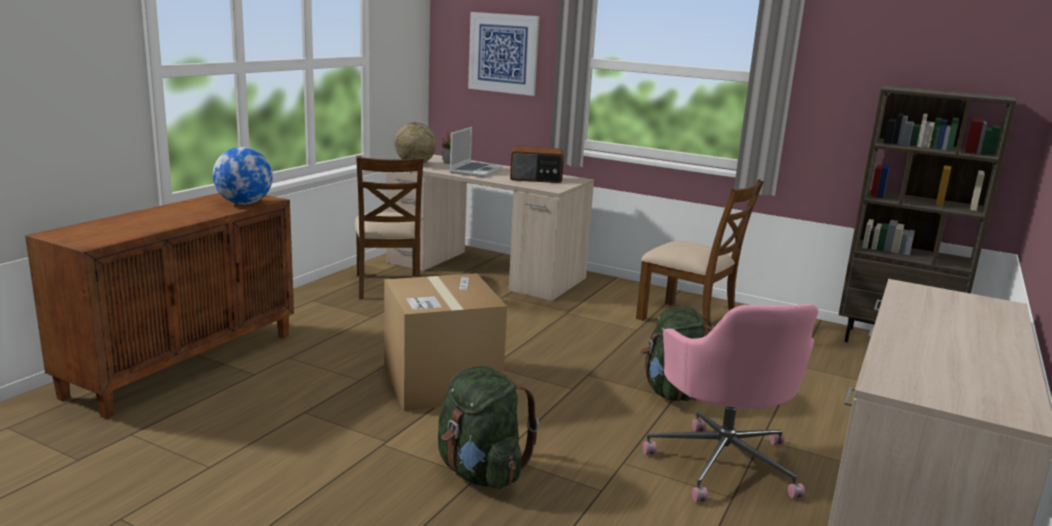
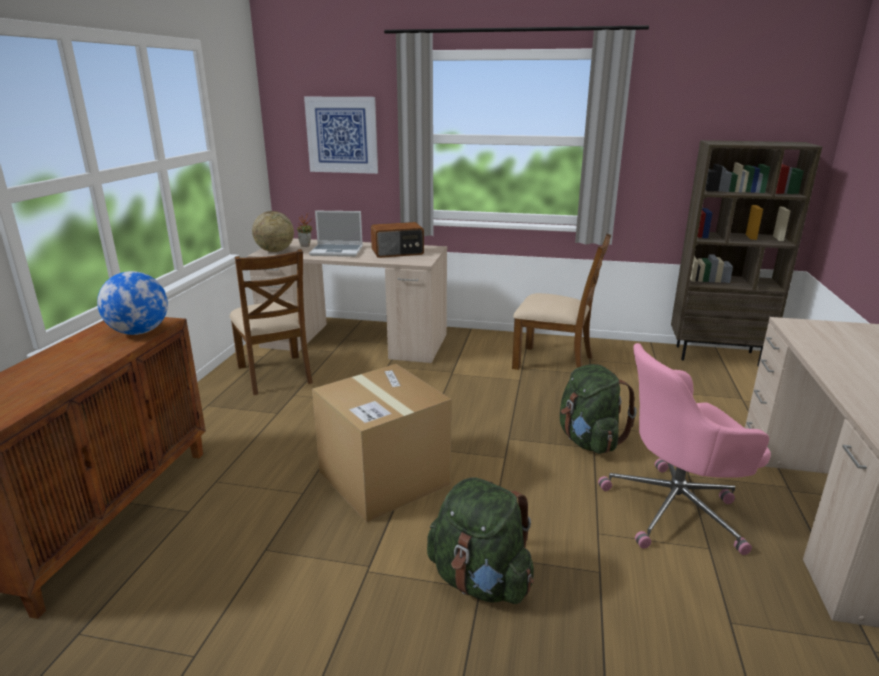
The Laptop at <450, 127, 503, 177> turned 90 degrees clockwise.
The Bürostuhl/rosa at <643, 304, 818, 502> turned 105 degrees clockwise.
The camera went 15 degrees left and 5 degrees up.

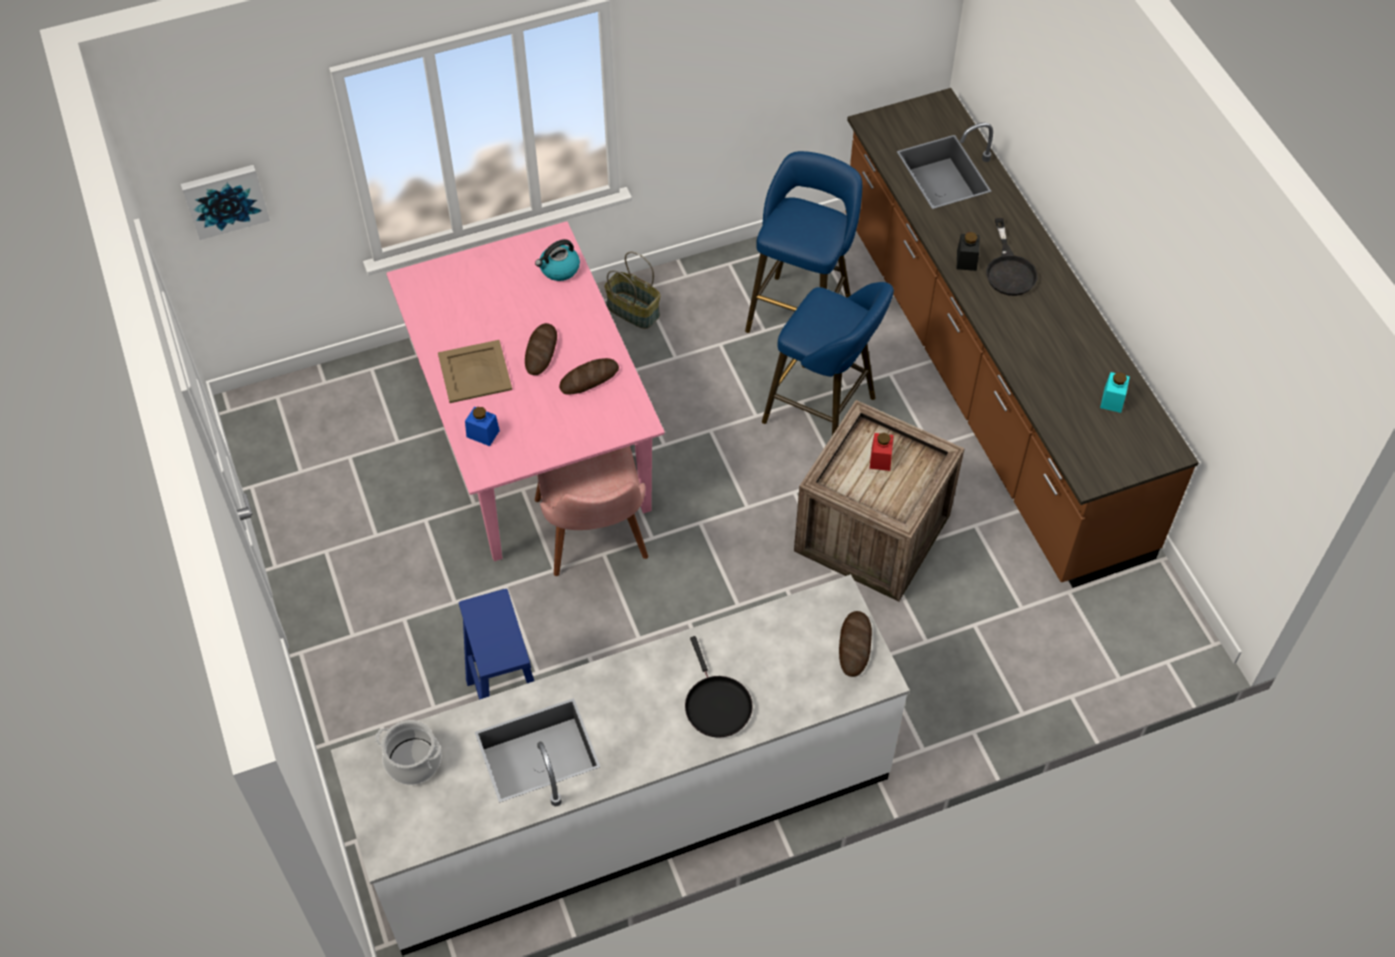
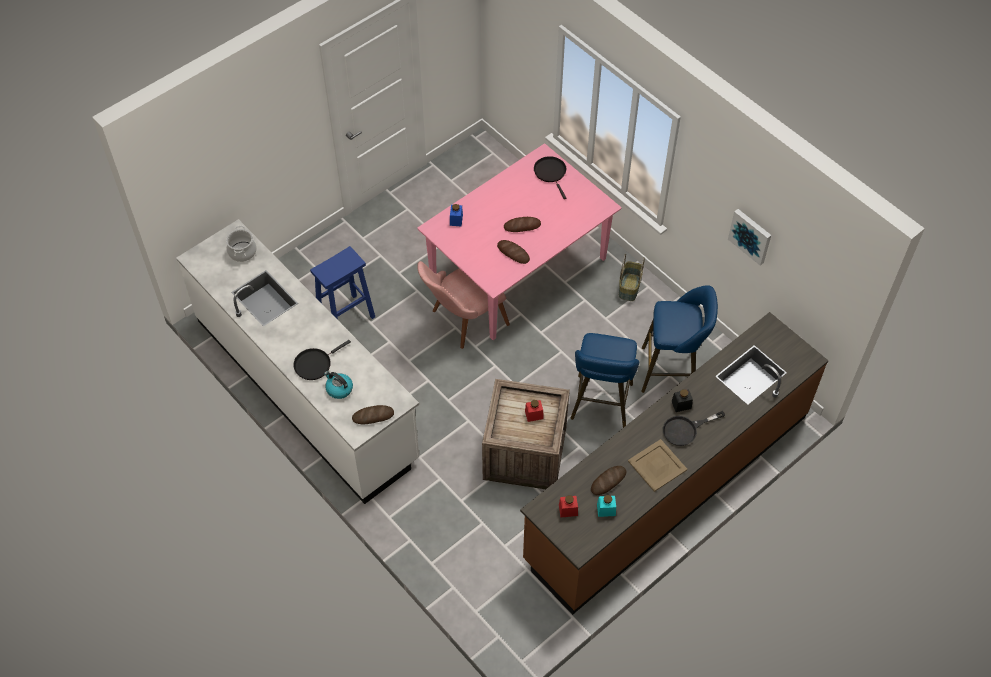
The Bild moved from <181, 165, 270, 240> to <728, 209, 771, 265>.
The Tablett/beige moved from <438, 340, 512, 403> to <628, 439, 687, 492>.
The Wasserkessel moved from <535, 239, 580, 281> to <324, 371, 353, 399>.
The Pfanne/schwarz at <534, 156, 566, 199> appeared.
The Vorratsglas/rot at <559, 495, 578, 518> appeared.
The Brot at <591, 466, 626, 495> appeared.
The camera went 70 degrees right and 0 degrees up.

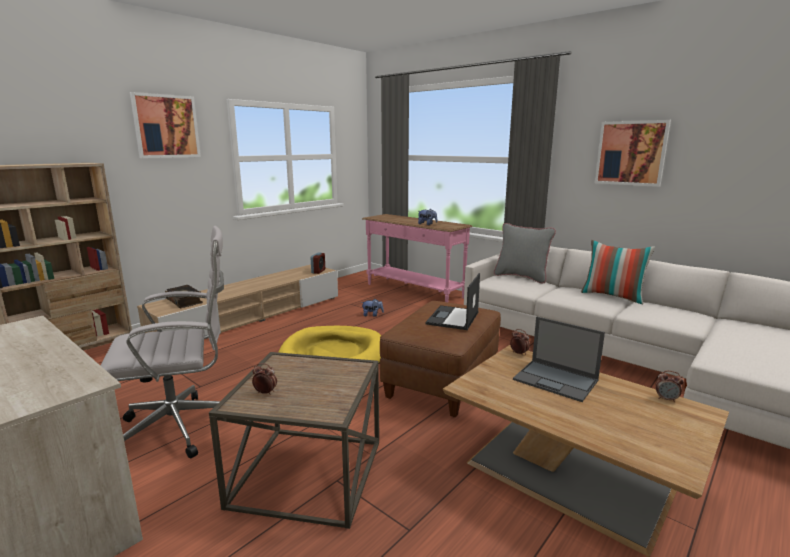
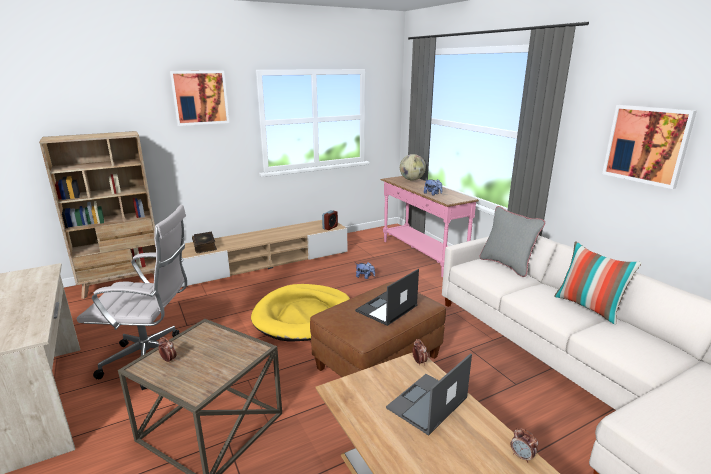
The Laptop at <513, 317, 605, 402> turned 75 degrees clockwise.
The Globus at <400, 154, 426, 180> appeared.
The camera went 20 degrees right and 5 degrees up.

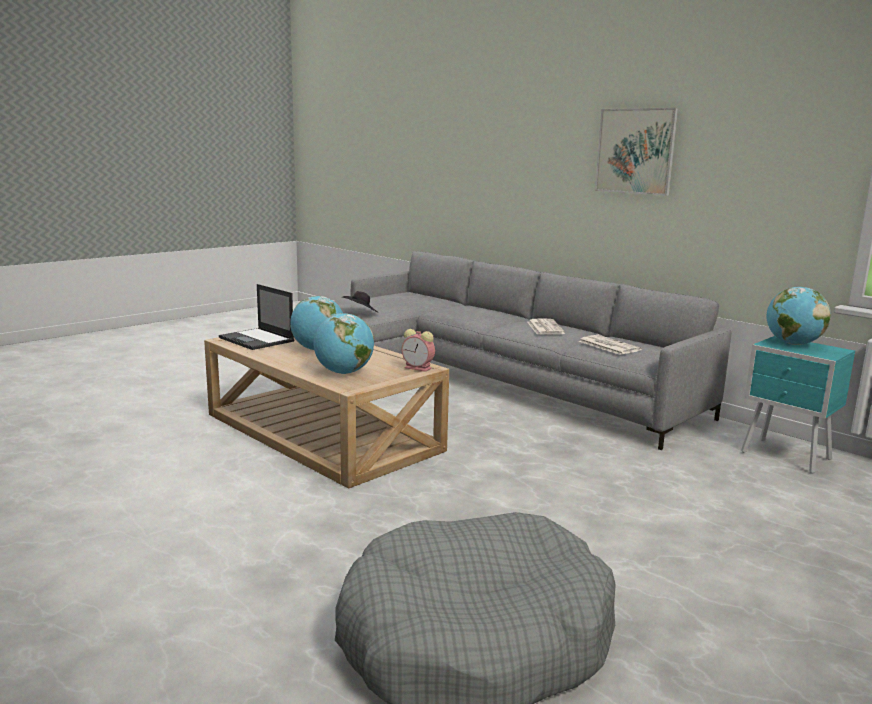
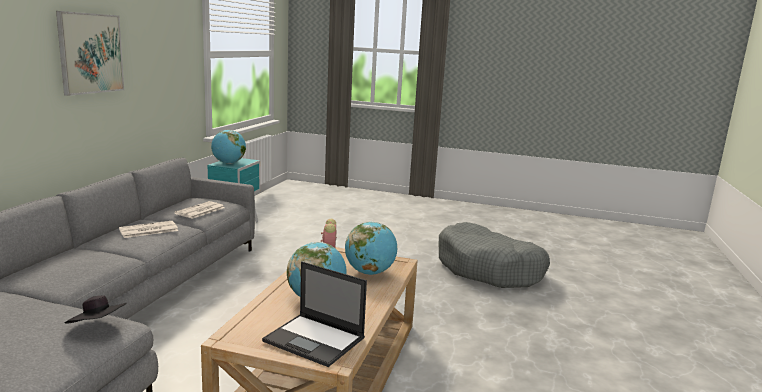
The Laptop at <219, 284, 294, 350> turned 105 degrees clockwise.
The camera went 120 degrees left and 0 degrees up.

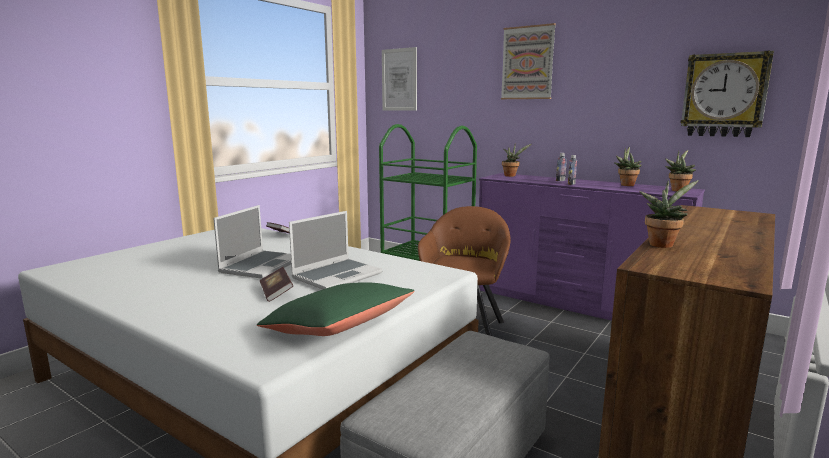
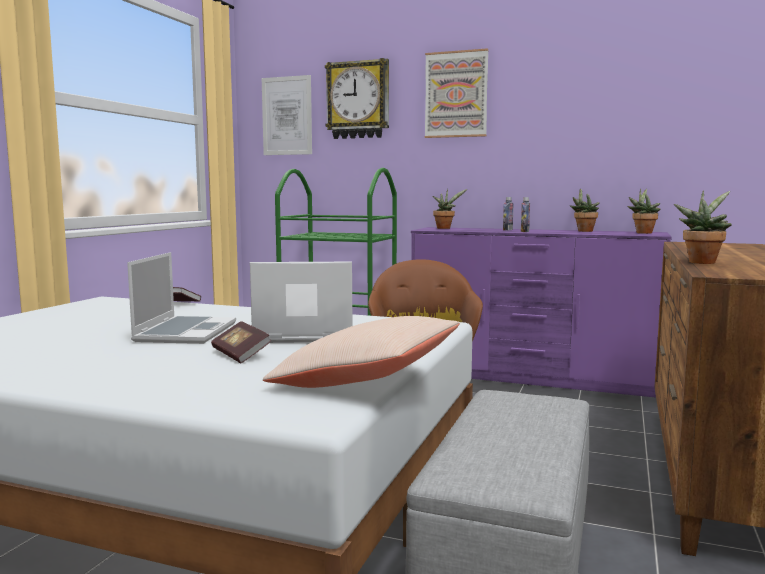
The Kissen/grün at <257, 282, 415, 336> became the Kissen/beige at <263, 316, 460, 388>.
The Laptop at <289, 211, 382, 290> turned 120 degrees counterclockwise.
The Wanduhr moved from <681, 51, 774, 137> to <325, 58, 389, 139>.
The camera went 15 degrees left and 5 degrees down.

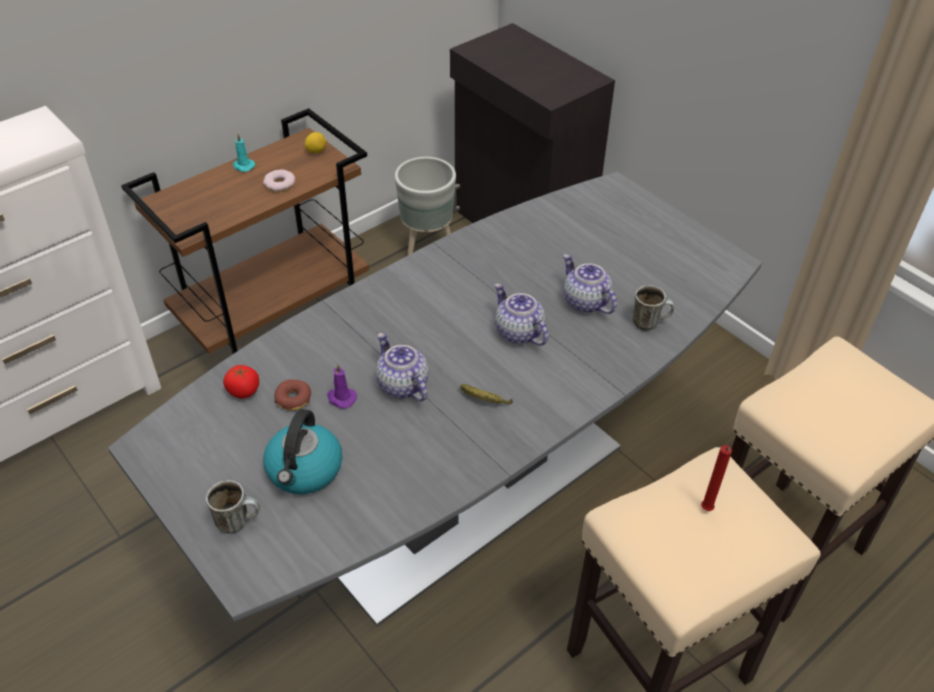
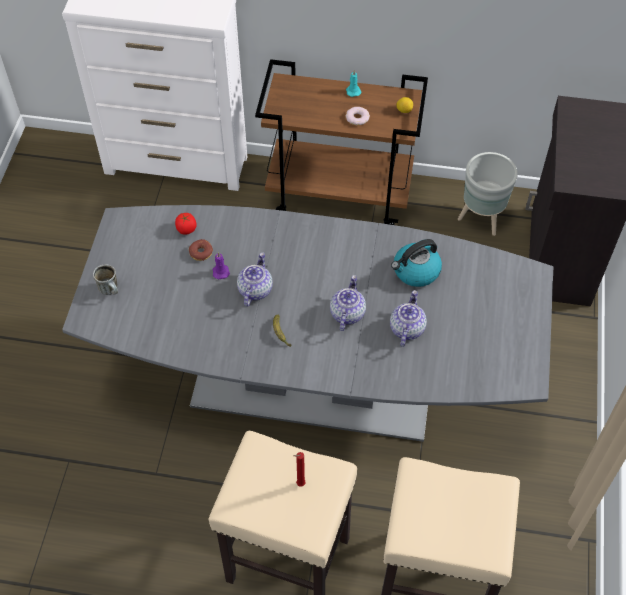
The Wasserkessel moved from <263, 409, 343, 494> to <391, 239, 442, 287>.
The Henkelbecher at <633, 285, 674, 330> disappeared.
The camera went 50 degrees right and 10 degrees up.

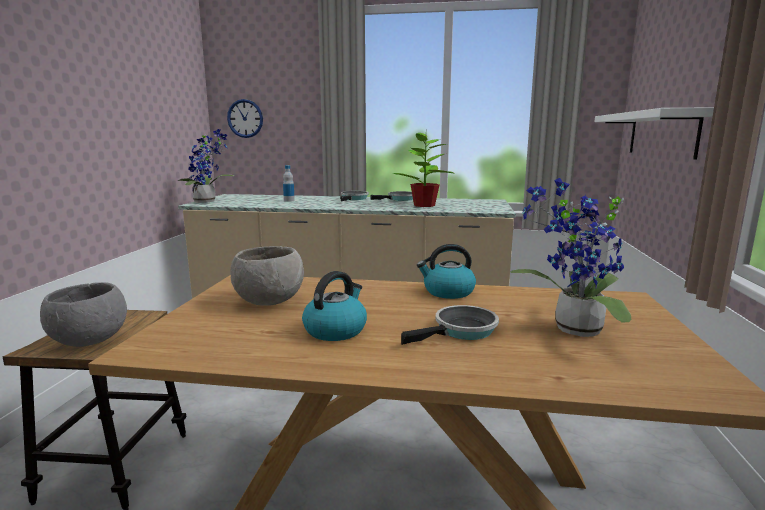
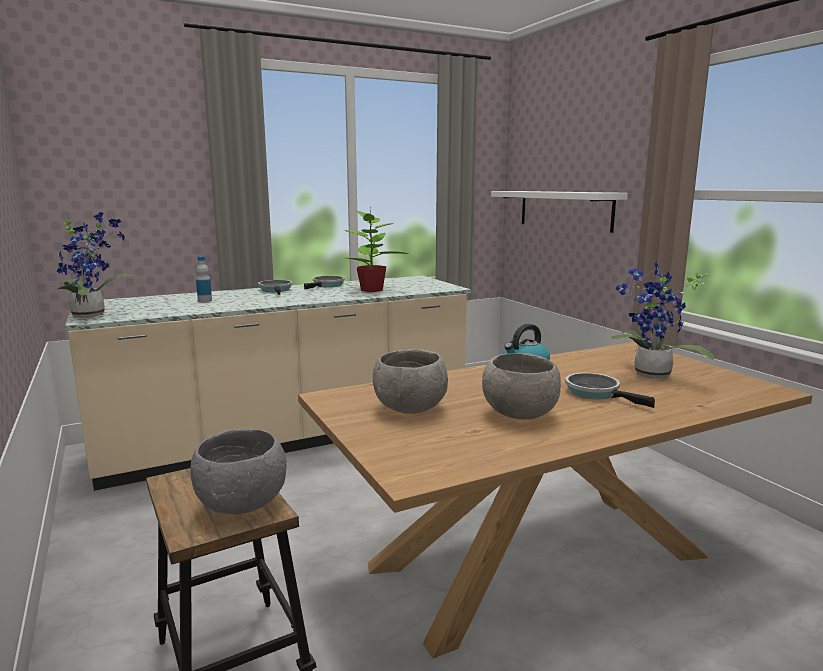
The Wanduhr at <227, 99, 263, 138> disappeared.
The Wasserkessel at <302, 271, 367, 341> was replaced by the Schüssel/grau at <482, 353, 561, 420>.
The Pfanne at <401, 305, 499, 345> turned 60 degrees counterclockwise.
The camera went 35 degrees left and 0 degrees up.

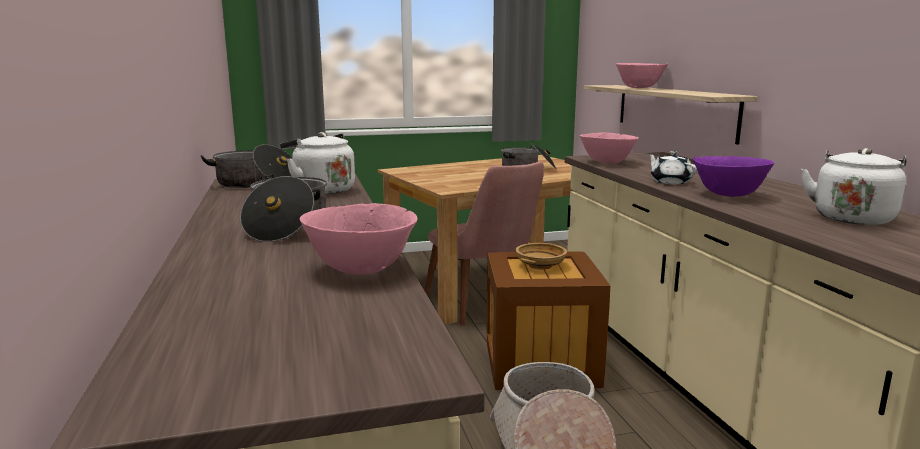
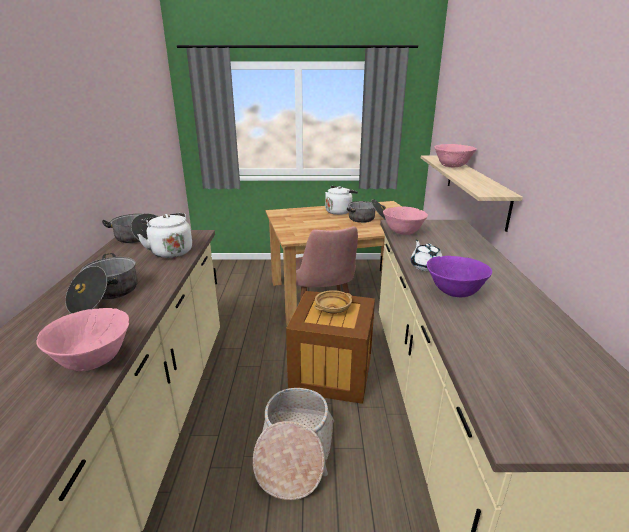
The Wasserkessel/weiß moved from <801, 148, 907, 225> to <325, 186, 358, 215>.
The camera went 15 degrees right and 10 degrees up.

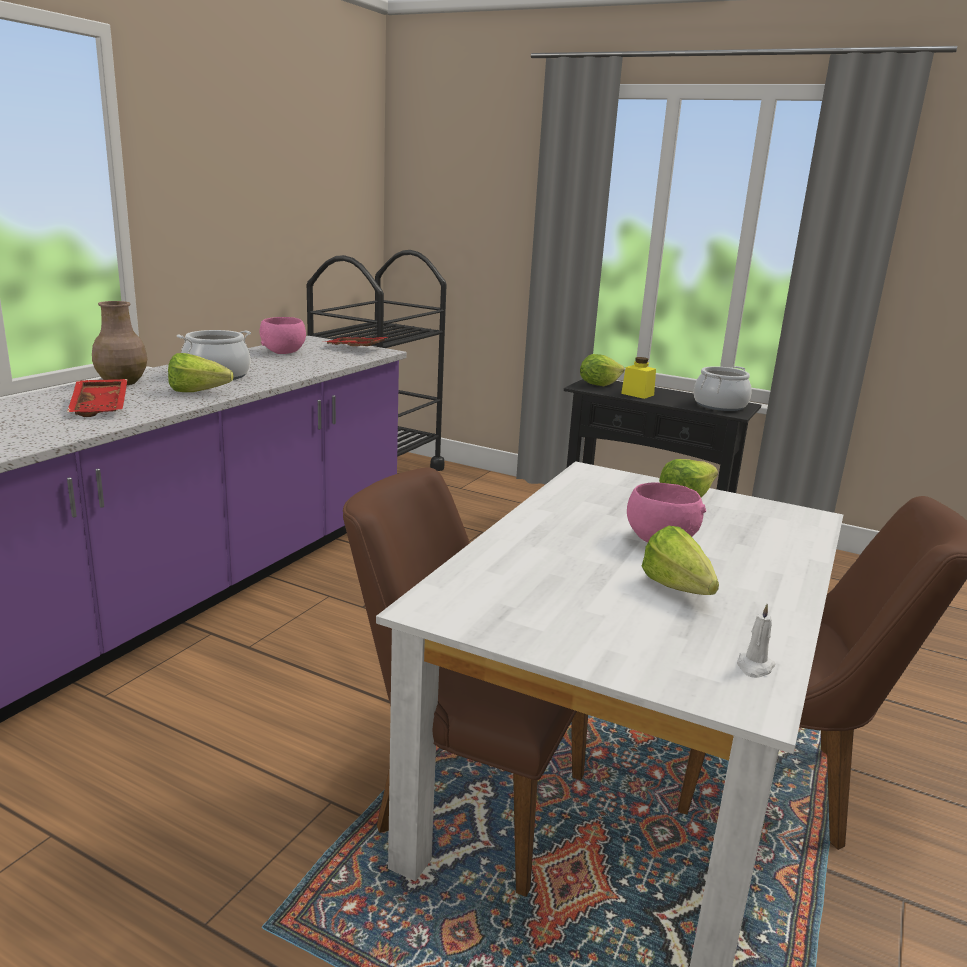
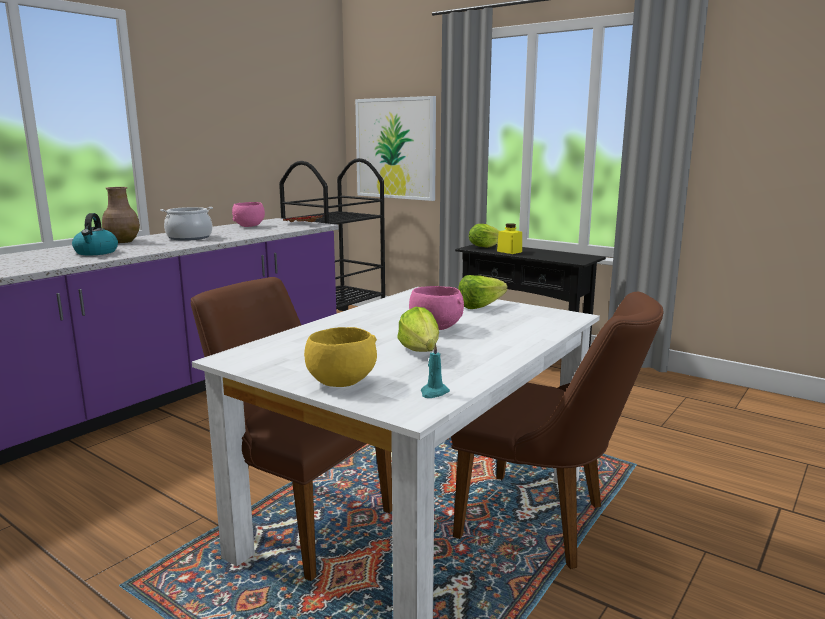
The Tablett/rot at <67, 379, 128, 417> was replaced by the Wasserkessel at <72, 213, 118, 255>.
The Salatkopf at <168, 353, 233, 392> disappeared.
The Kochtopf at <694, 366, 752, 411> disappeared.
The Kerze/weiß at <737, 604, 776, 678> became the Kerze/türkis at <421, 343, 450, 398>.
The Schüssel/gelb at <304, 327, 377, 387> appeared.
The Bild at <355, 96, 436, 201> appeared.
The camera went 10 degrees right and 5 degrees down.

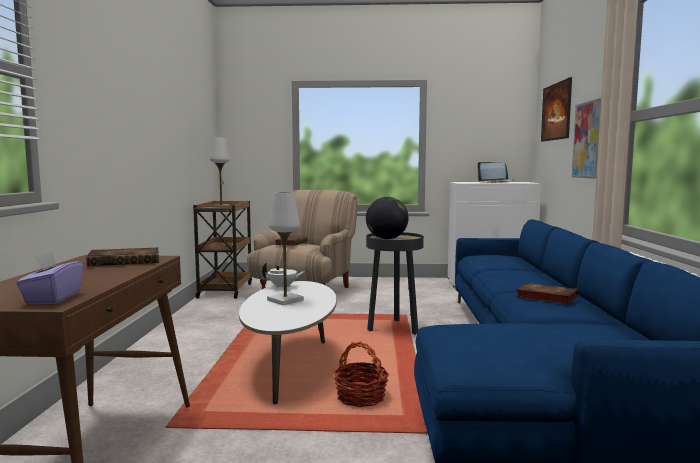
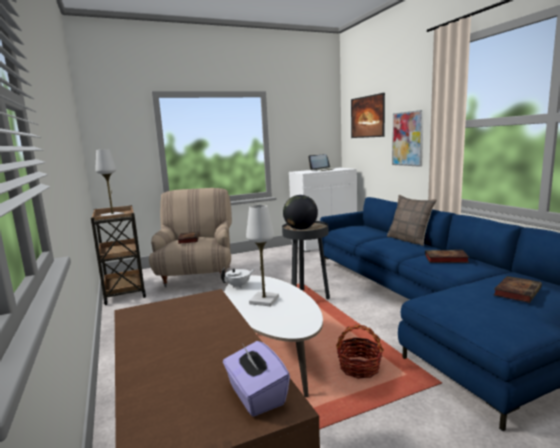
The Buch moved from <87, 248, 159, 266> to <494, 276, 542, 303>.
The Kissen at <387, 195, 437, 246> appeared.
The camera went 25 degrees left and 5 degrees up.

